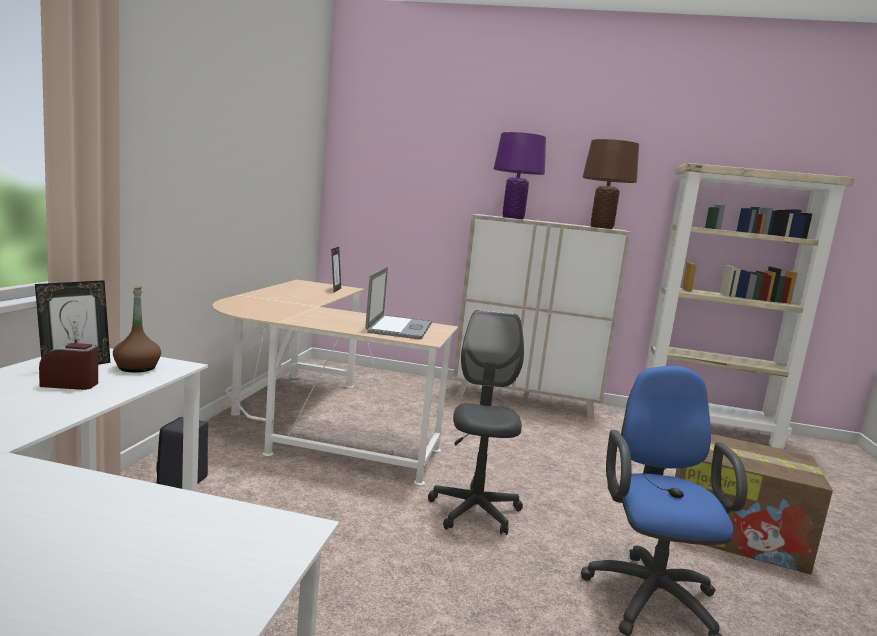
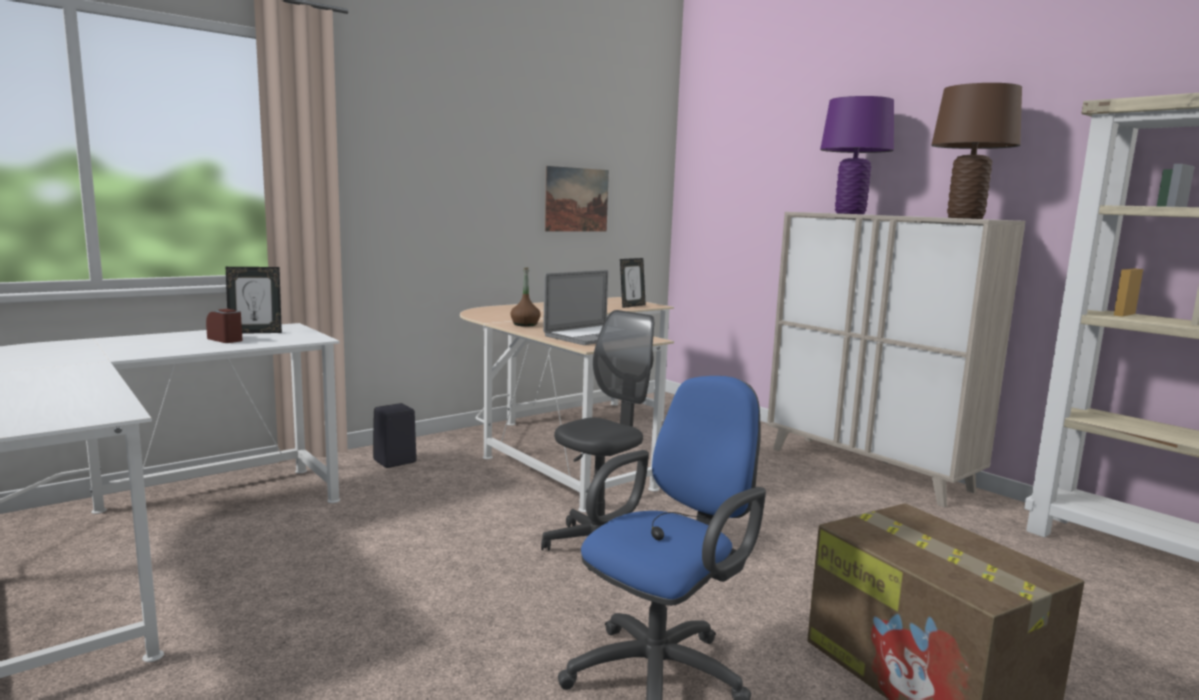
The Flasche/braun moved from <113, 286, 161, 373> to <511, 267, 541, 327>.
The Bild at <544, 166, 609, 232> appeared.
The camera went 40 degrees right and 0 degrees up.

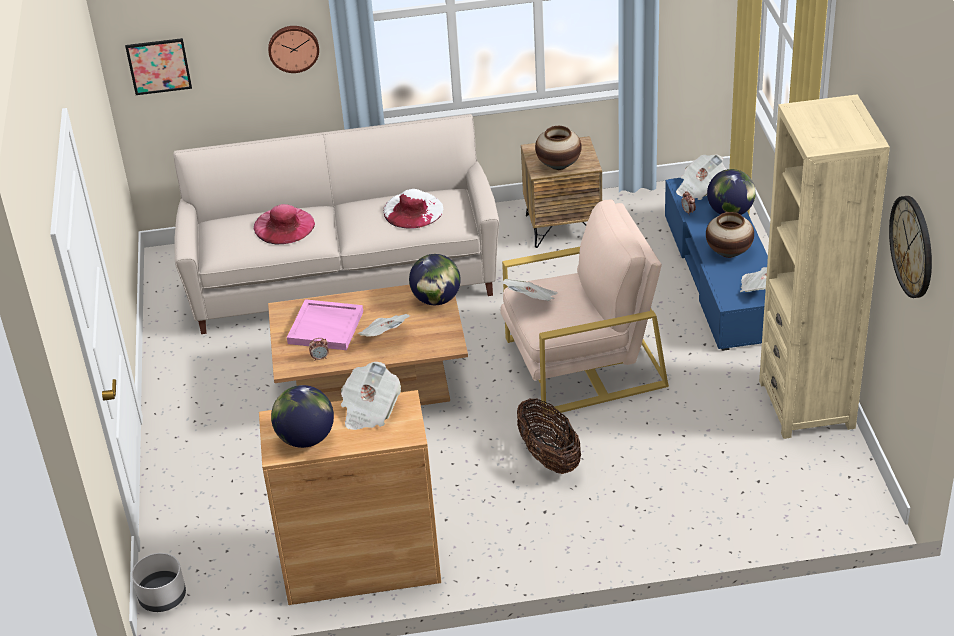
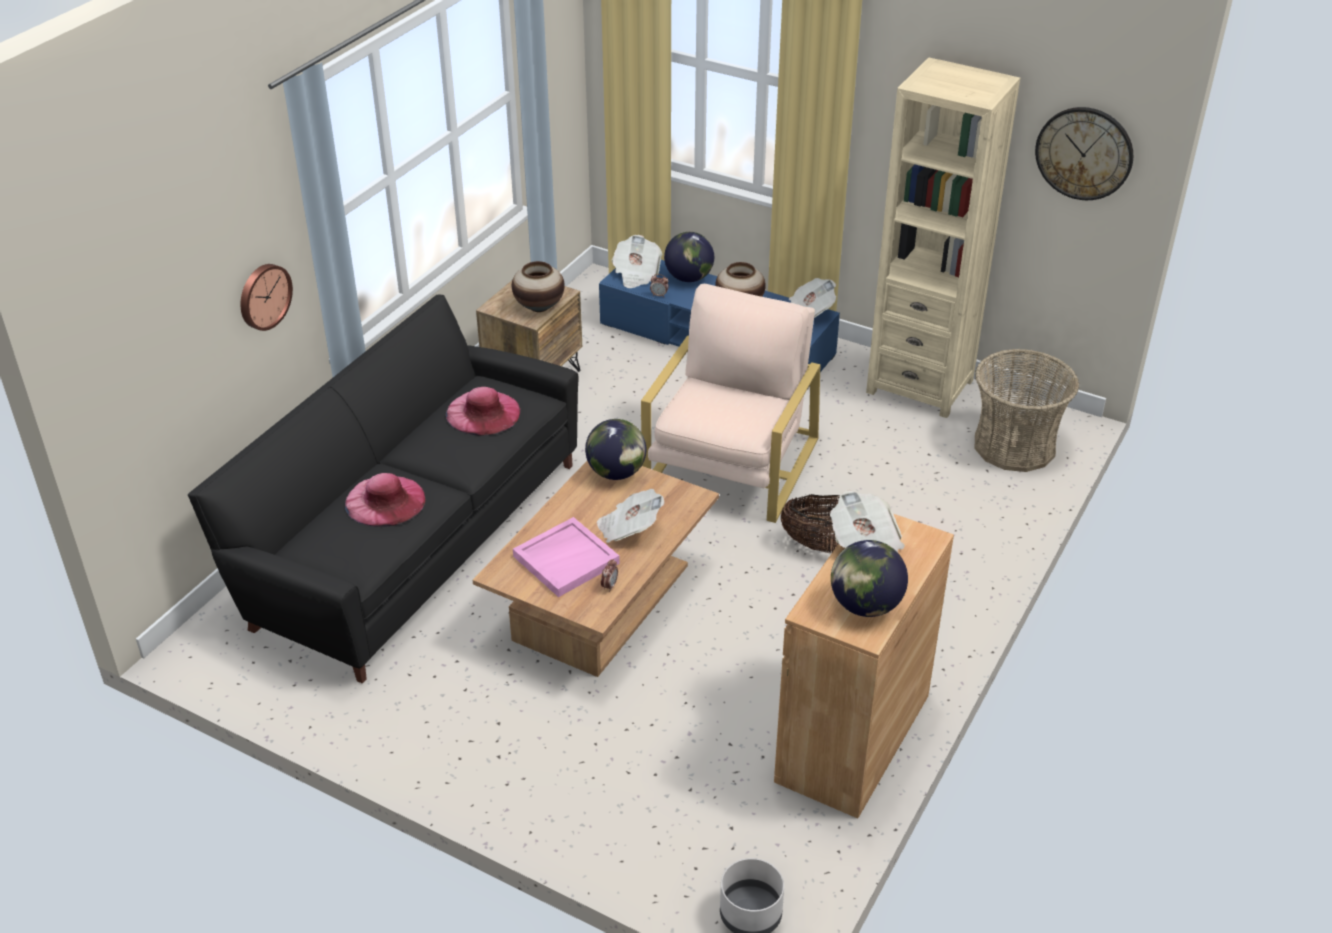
The Bild at <125, 38, 192, 95> disappeared.
The Sofa/beige at <173, 114, 499, 334> became the Sofa/schwarz at <188, 295, 578, 683>.
The Hut/weiß at <383, 189, 443, 229> became the Hut/rosa at <446, 387, 520, 436>.
The Zeitung at <502, 279, 558, 301> disappeared.
The Korb at <975, 349, 1079, 472> appeared.
The camera went 55 degrees left and 0 degrees up.

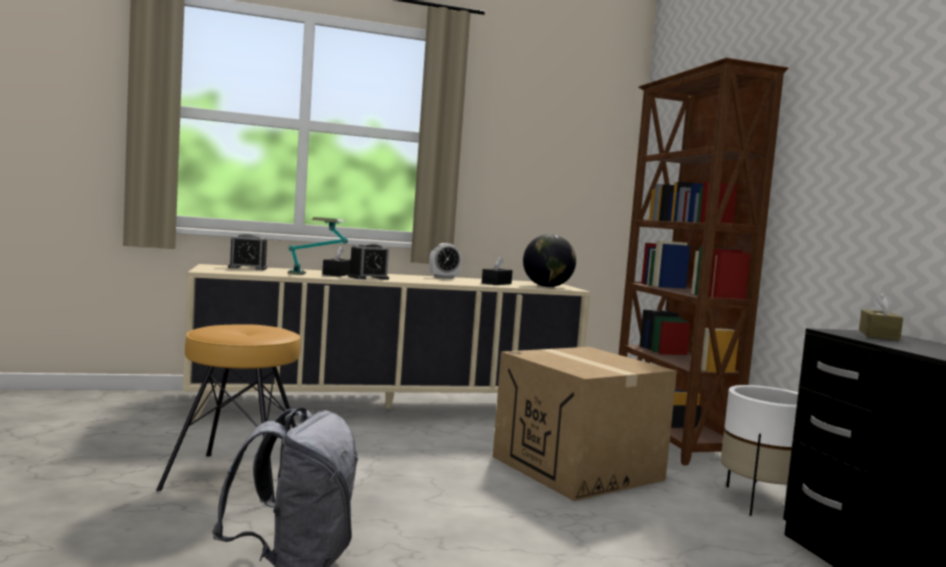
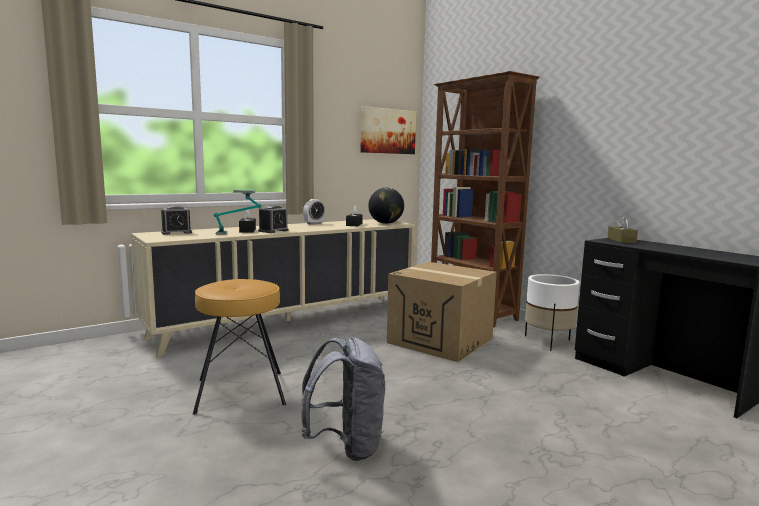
The Bild at <360, 106, 416, 154> appeared.
The camera went 20 degrees left and 5 degrees up.

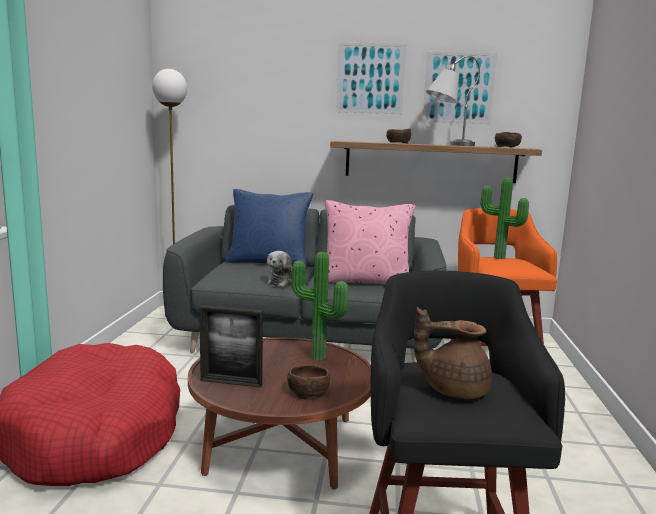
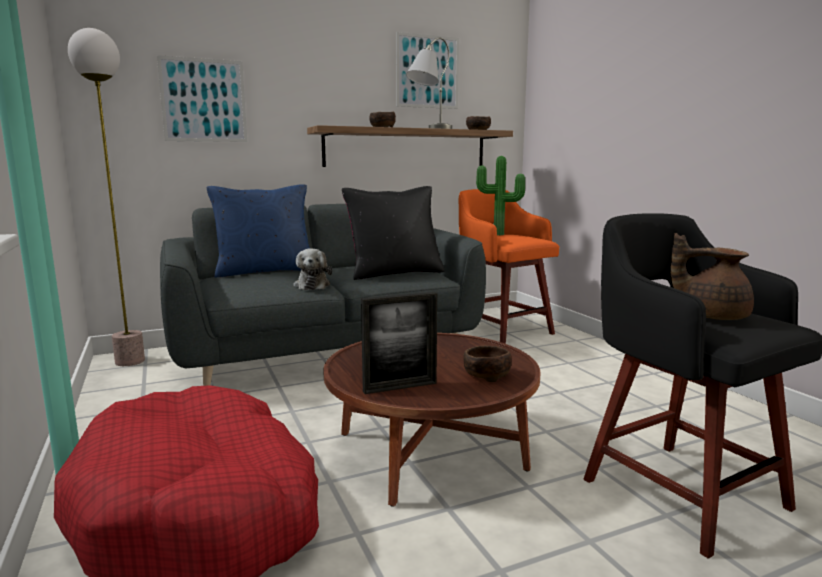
The Topfpflanze at <291, 252, 348, 360> disappeared.
The Kissen/rosa at <325, 200, 416, 284> became the Kissen/schwarz at <342, 186, 445, 280>.
The Bild moved from <336, 43, 406, 114> to <157, 55, 247, 142>.
The Teekanne/braun at <414, 307, 492, 399> turned 45 degrees clockwise.
The camera went 30 degrees left and 0 degrees up.

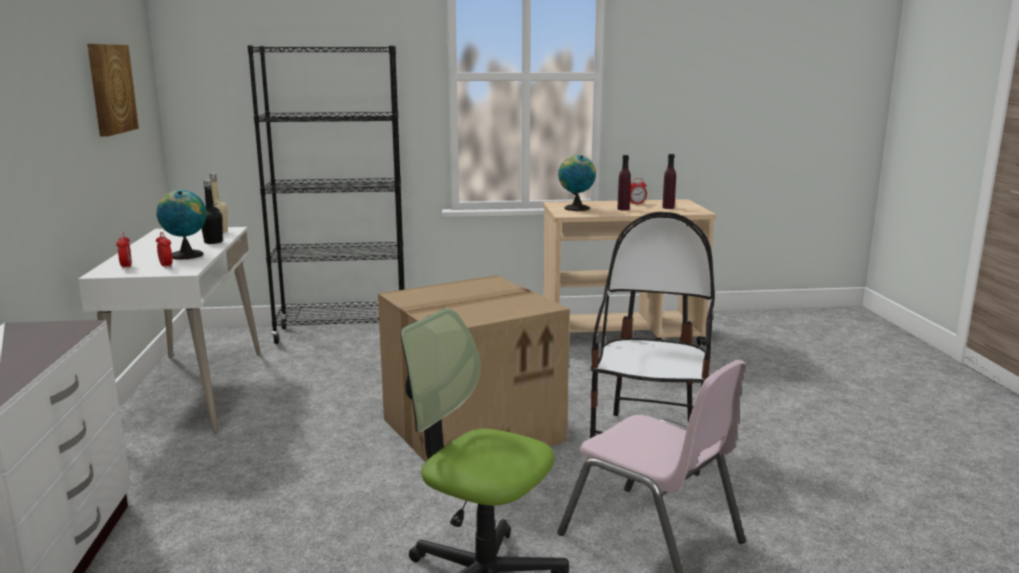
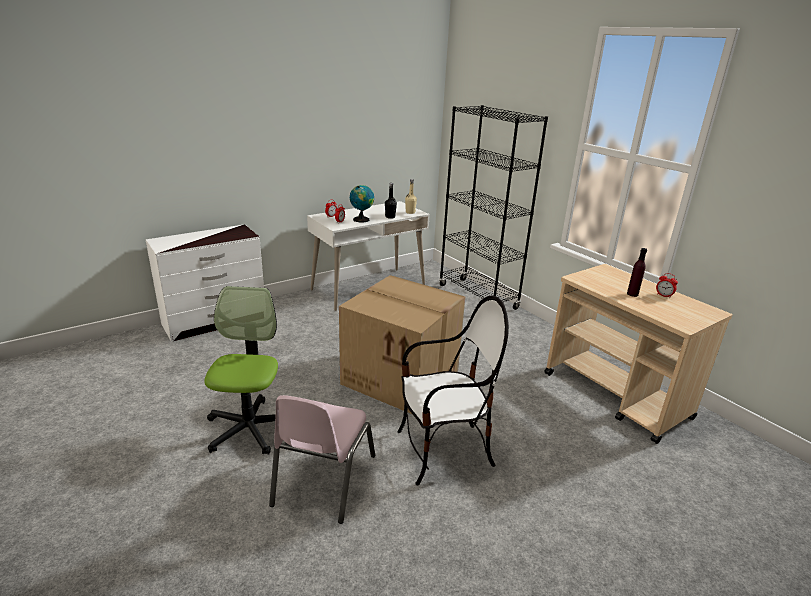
The Bild at <87, 44, 139, 137> disappeared.
The Globus at <558, 155, 596, 211> disappeared.
The Flasche/lila at <662, 154, 676, 209> disappeared.
The camera went 60 degrees right and 10 degrees up.

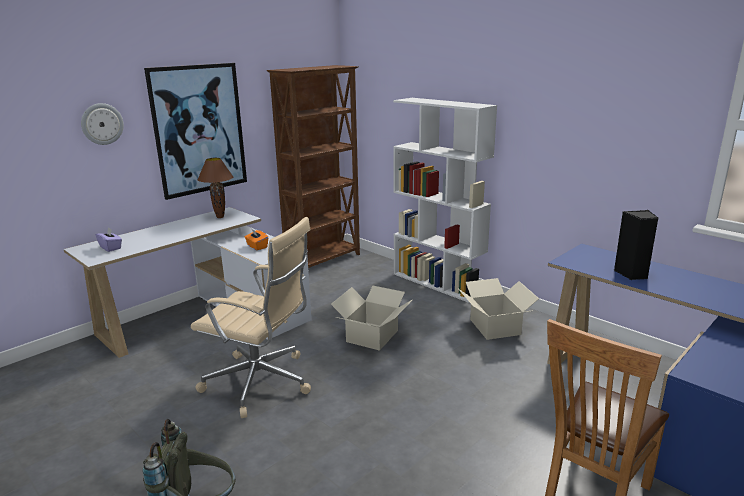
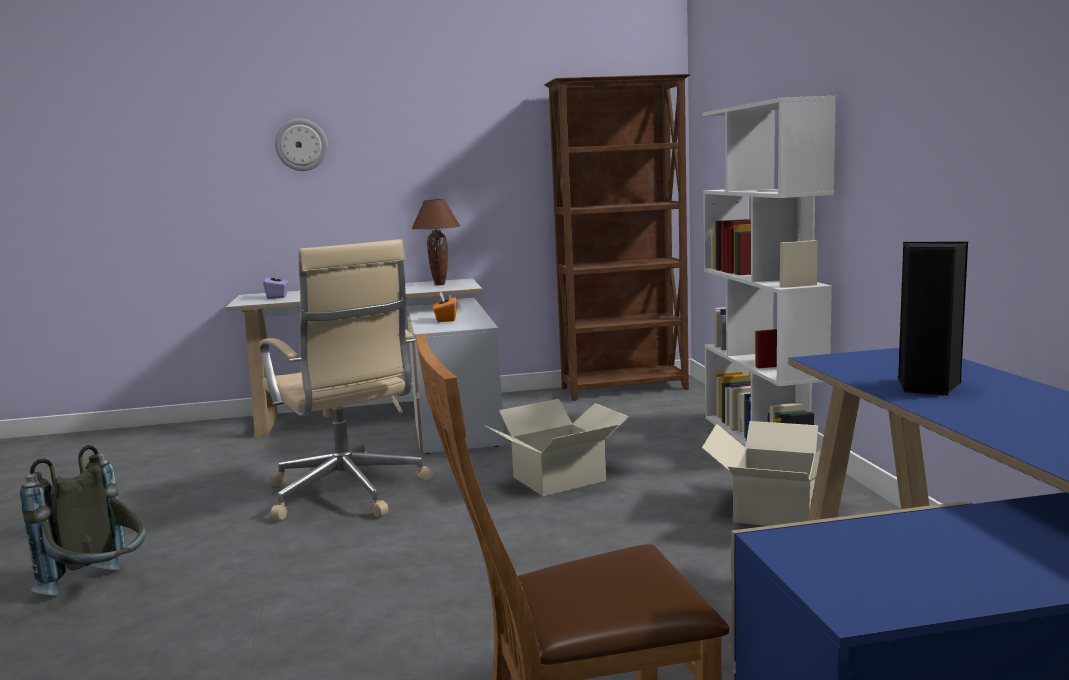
The Bild at <144, 63, 247, 200> disappeared.
The camera went 35 degrees right and 10 degrees down.

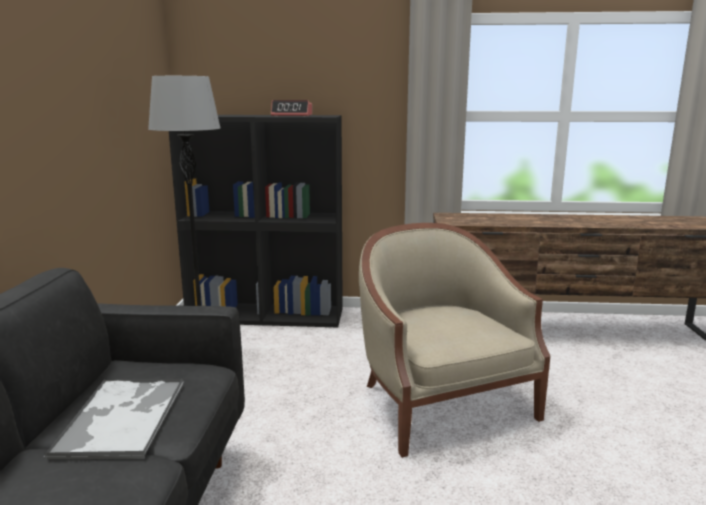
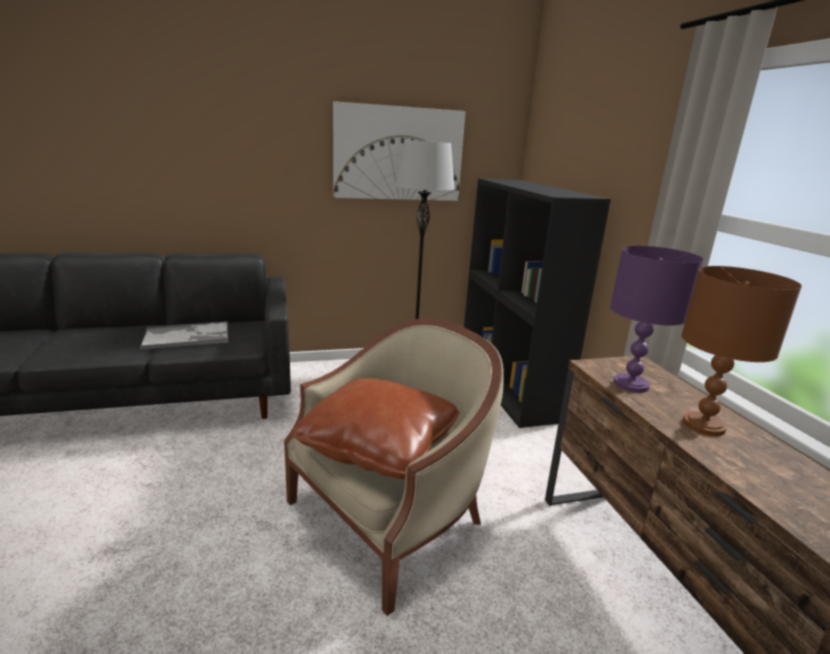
The Wecker at <271, 100, 312, 116> disappeared.
The Kissen/braun at <291, 378, 460, 479> appeared.
The Bild at <333, 101, 466, 201> appeared.
The Tischlampe/lila at <610, 246, 704, 393> appeared.
The Tischlampe/braun at <681, 266, 802, 436> appeared.
The camera went 70 degrees right and 5 degrees up.

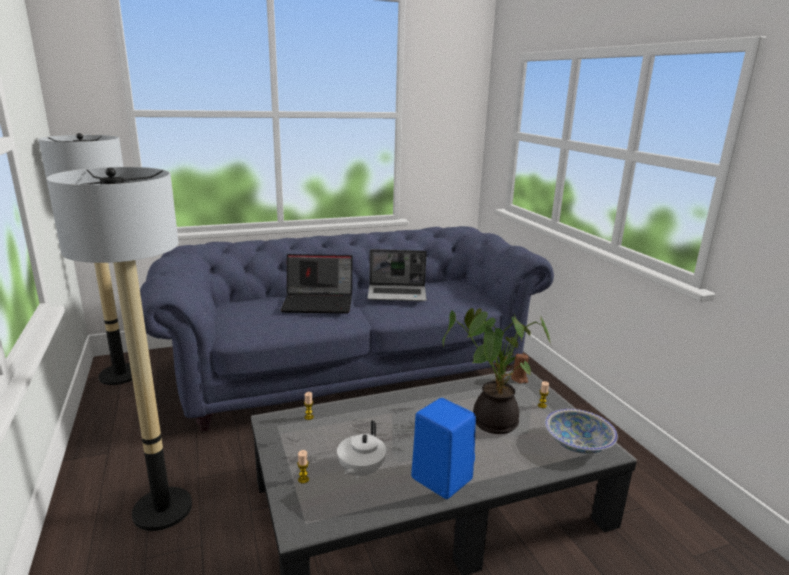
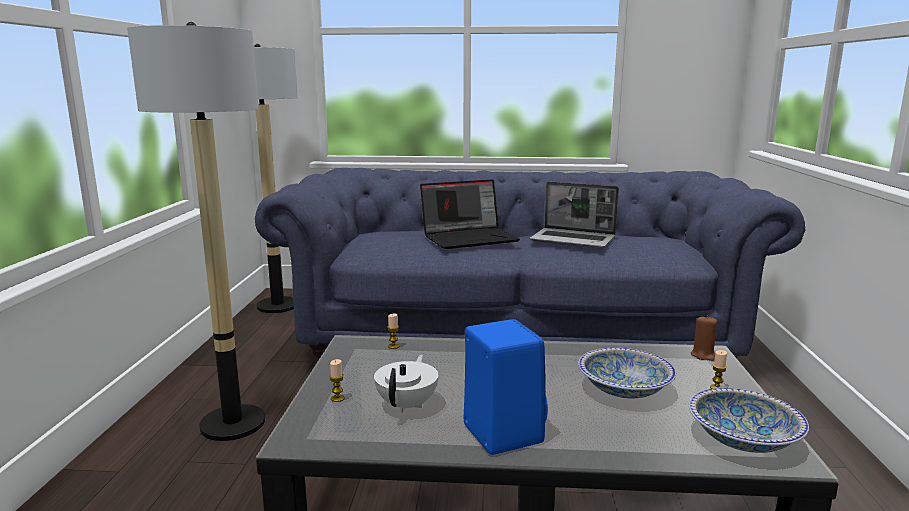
The Laptop at <280, 254, 353, 314> turned 45 degrees counterclockwise.
The Teekanne/weiß at <337, 420, 386, 479> turned 150 degrees clockwise.
The Topfpflanze at <442, 308, 550, 434> was replaced by the Schüssel at <578, 348, 676, 399>.
The camera went 25 degrees right and 5 degrees down.

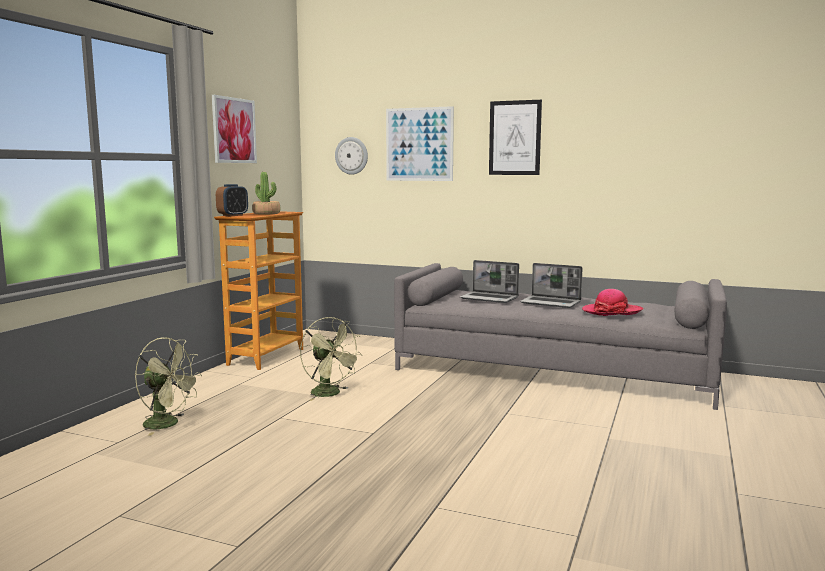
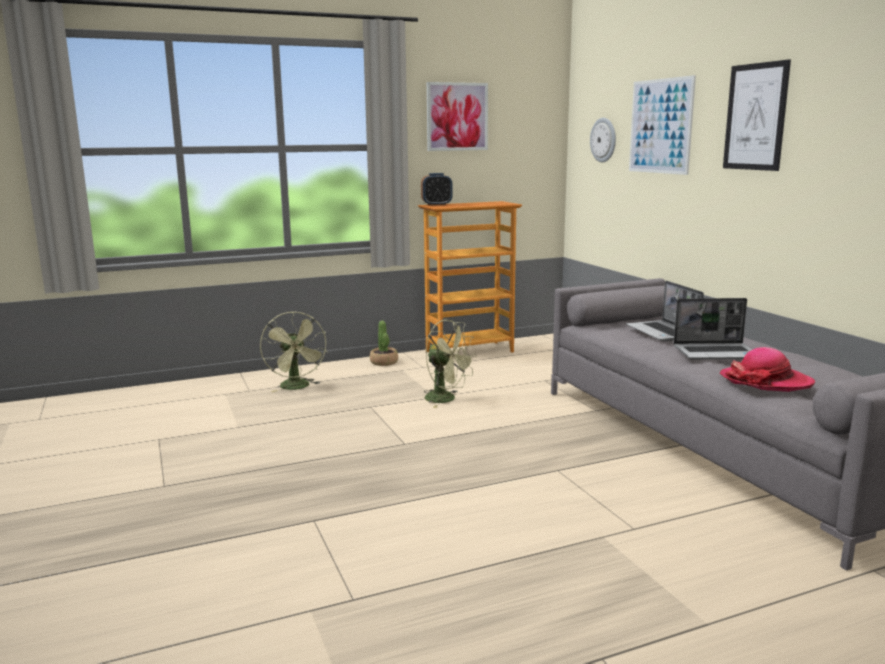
The Topfpflanze moved from <252, 172, 281, 215> to <370, 321, 398, 366>.
The Ventilator/grün at <300, 317, 363, 401> turned 60 degrees counterclockwise.
The Laptop at <520, 263, 583, 308> turned 75 degrees counterclockwise.
The camera went 45 degrees right and 5 degrees up.

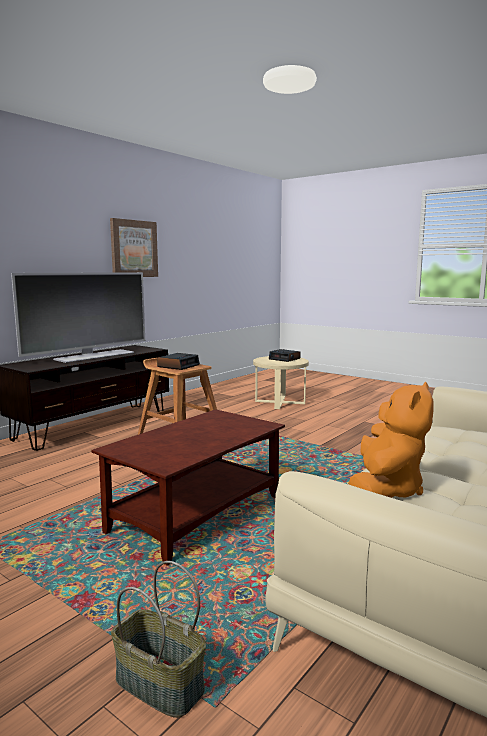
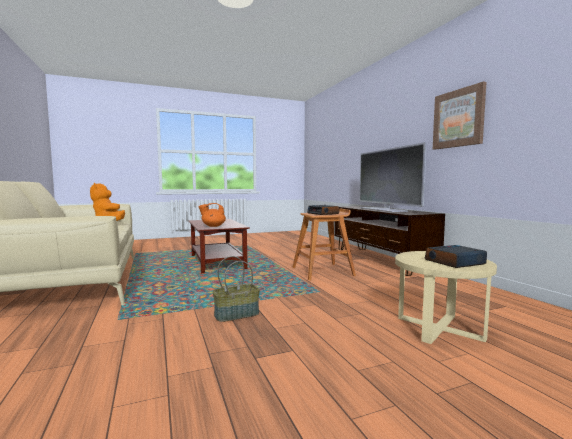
The Korb moved from <111, 561, 206, 718> to <213, 256, 260, 322>.
The Teekanne/orange at <199, 203, 226, 227> appeared.
The camera went 120 degrees right and 5 degrees down.

